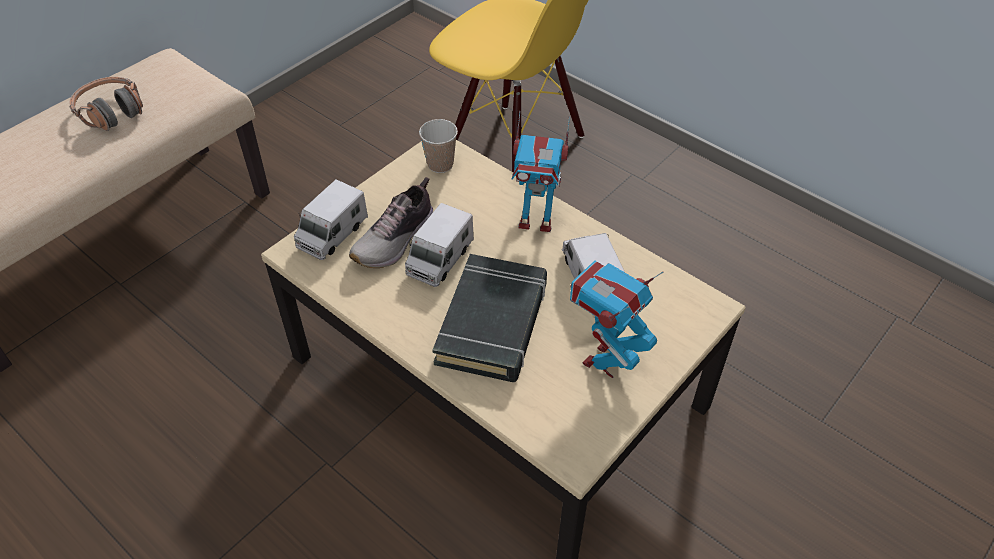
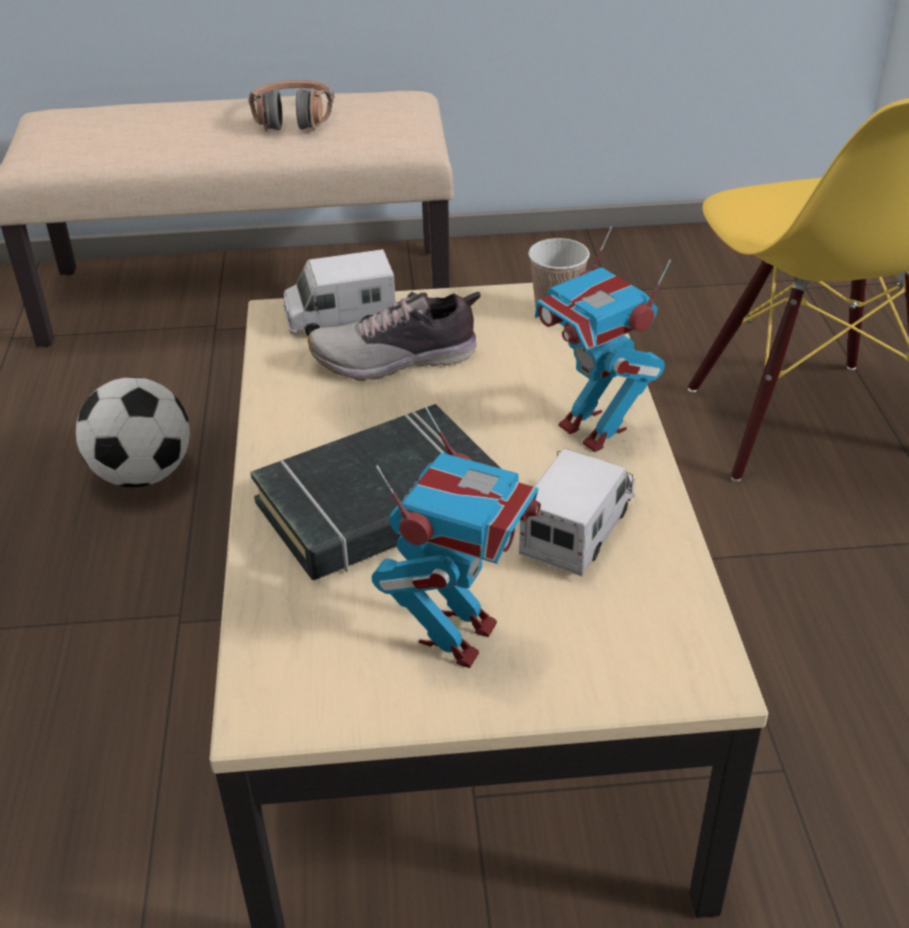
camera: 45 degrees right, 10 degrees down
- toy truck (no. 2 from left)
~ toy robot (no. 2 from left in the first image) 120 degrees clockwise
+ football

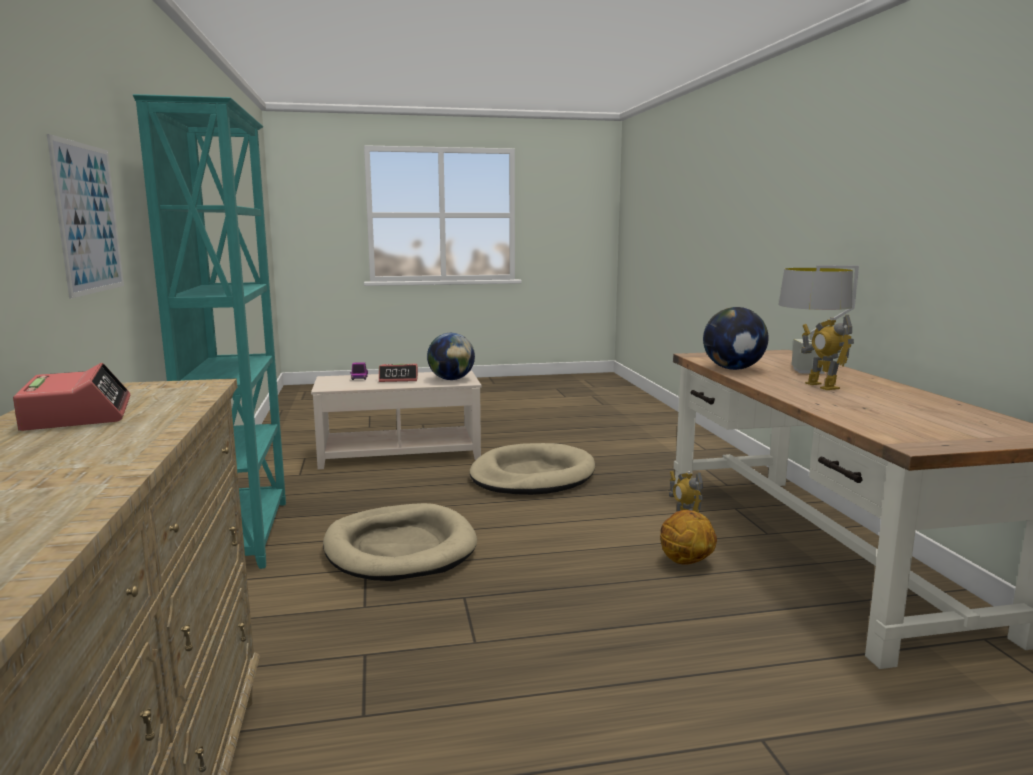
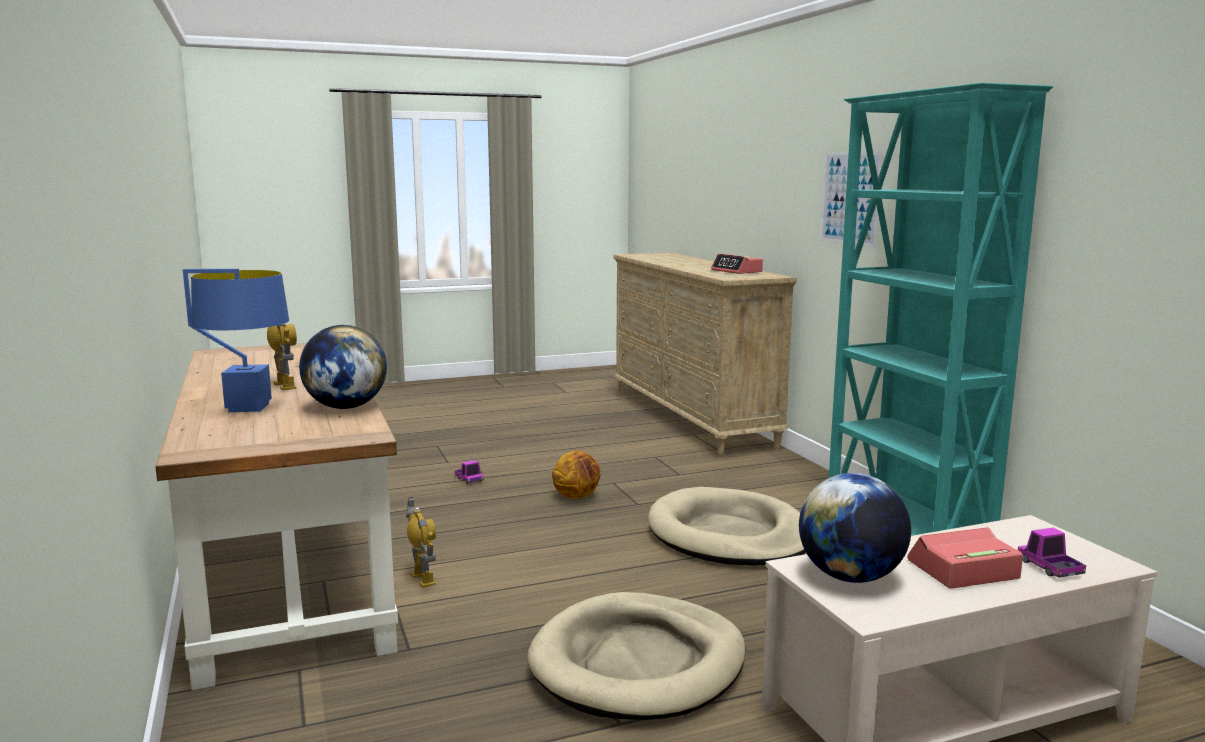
camera: 170 degrees right, 0 degrees up
~ basketball
~ grey table lamp to blue table lamp
+ toy truck (no. 1 from left)

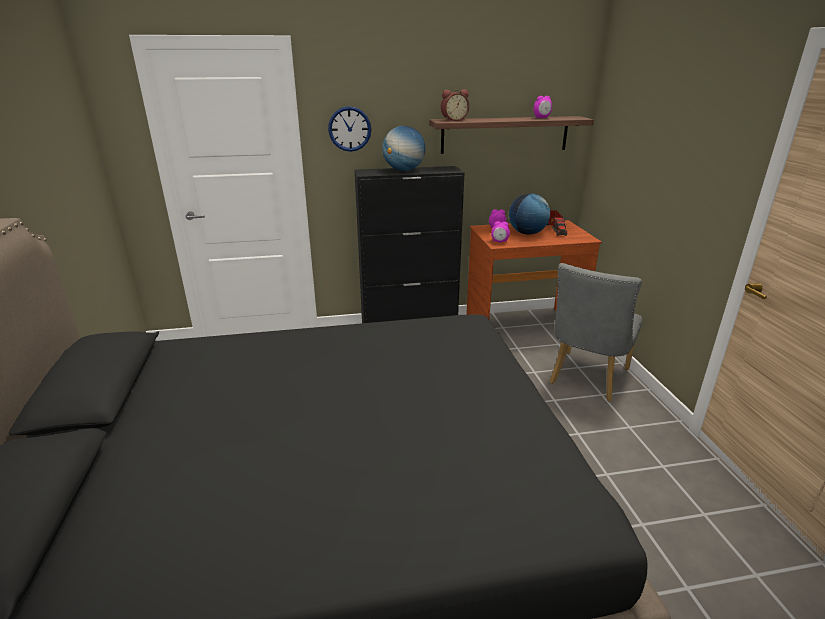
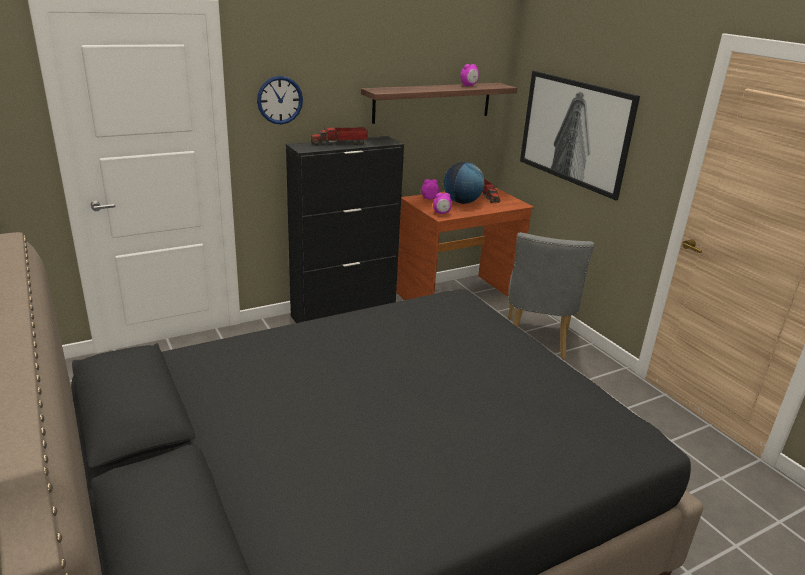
camera: 20 degrees left, 0 degrees up
~ globe (no. 1 from left) to toy truck (no. 1 from left)
- alarm clock (no. 1 from left)
+ picture

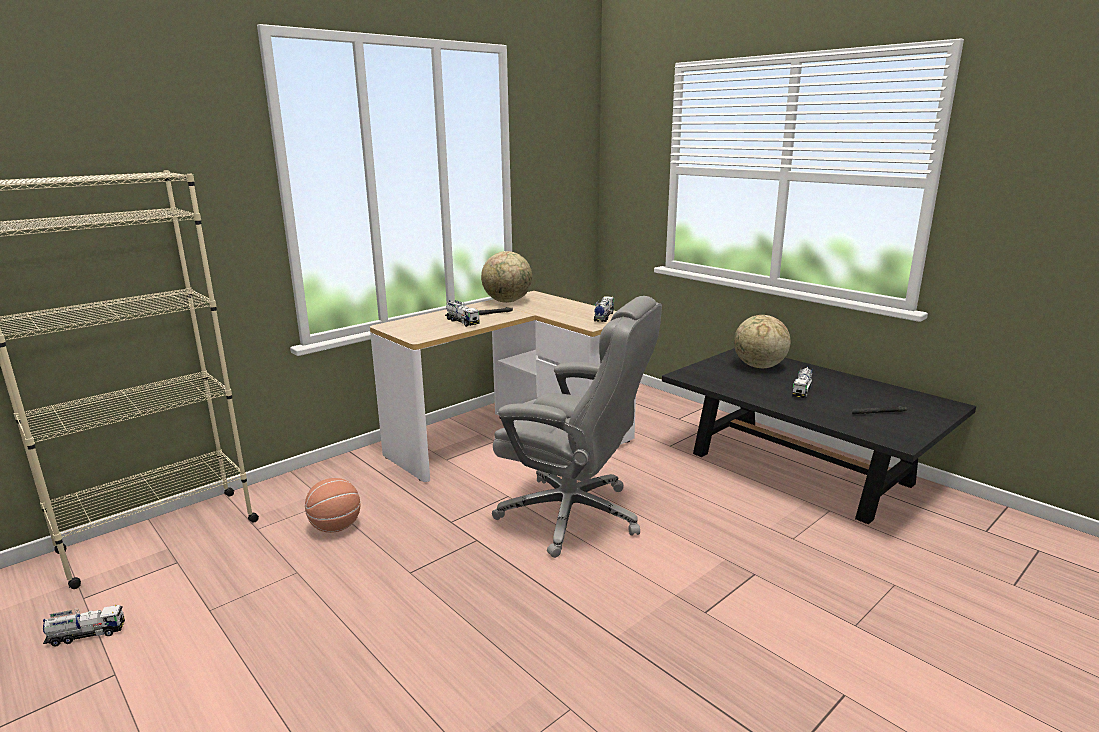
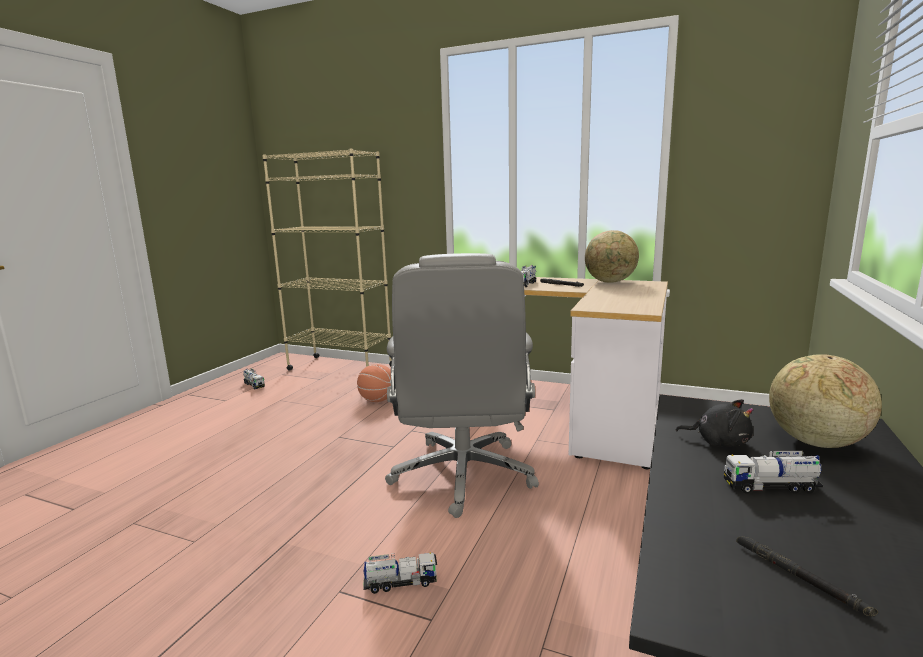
camera: 65 degrees right, 5 degrees down
~ toy truck (no. 3 from left in the first image) to toy truck (no. 2 from left)
+ black plush toy

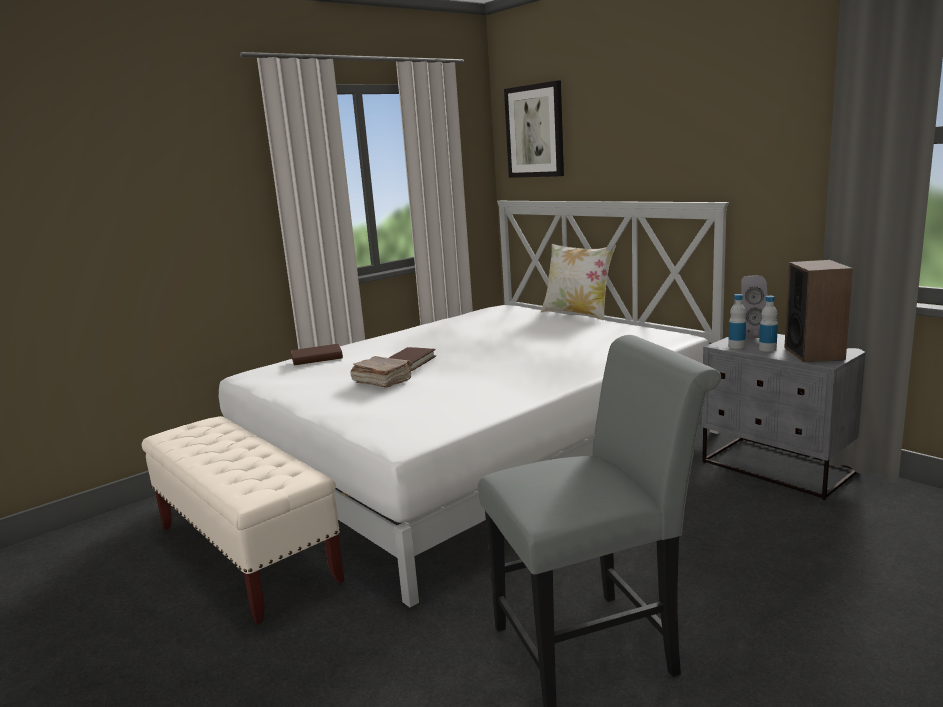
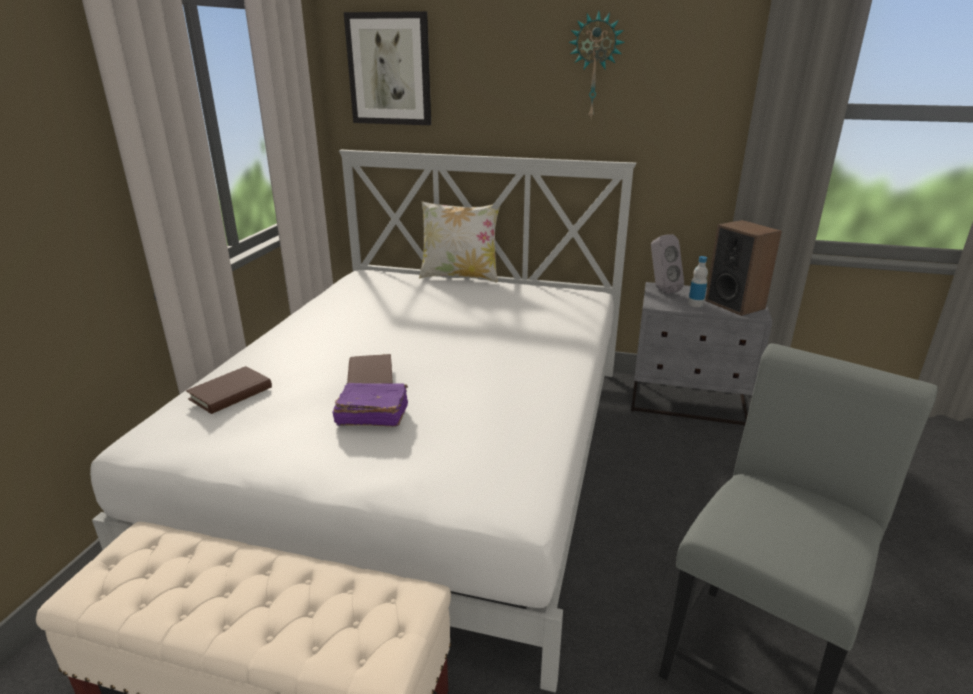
camera: 35 degrees left, 10 degrees up
~ brown book (no. 2 from left) to purple book
- bottle (no. 1 from left)
+ wall clock

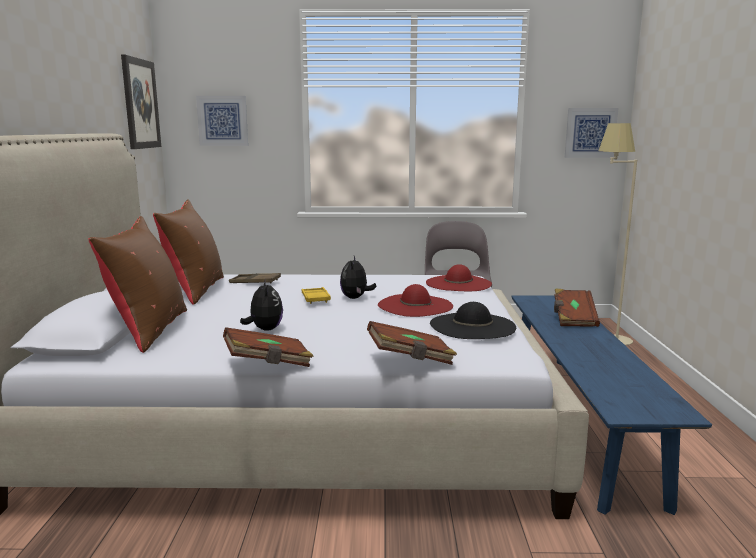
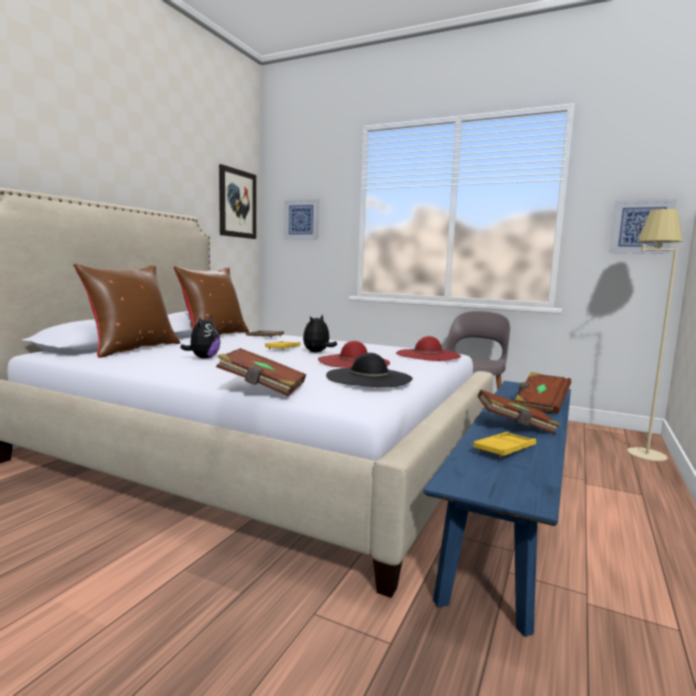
camera: 25 degrees right, 5 degrees down
~ brown book (no. 1 from left in the first image) to brown book (no. 2 from left)
+ yellow tray (no. 2 from left)

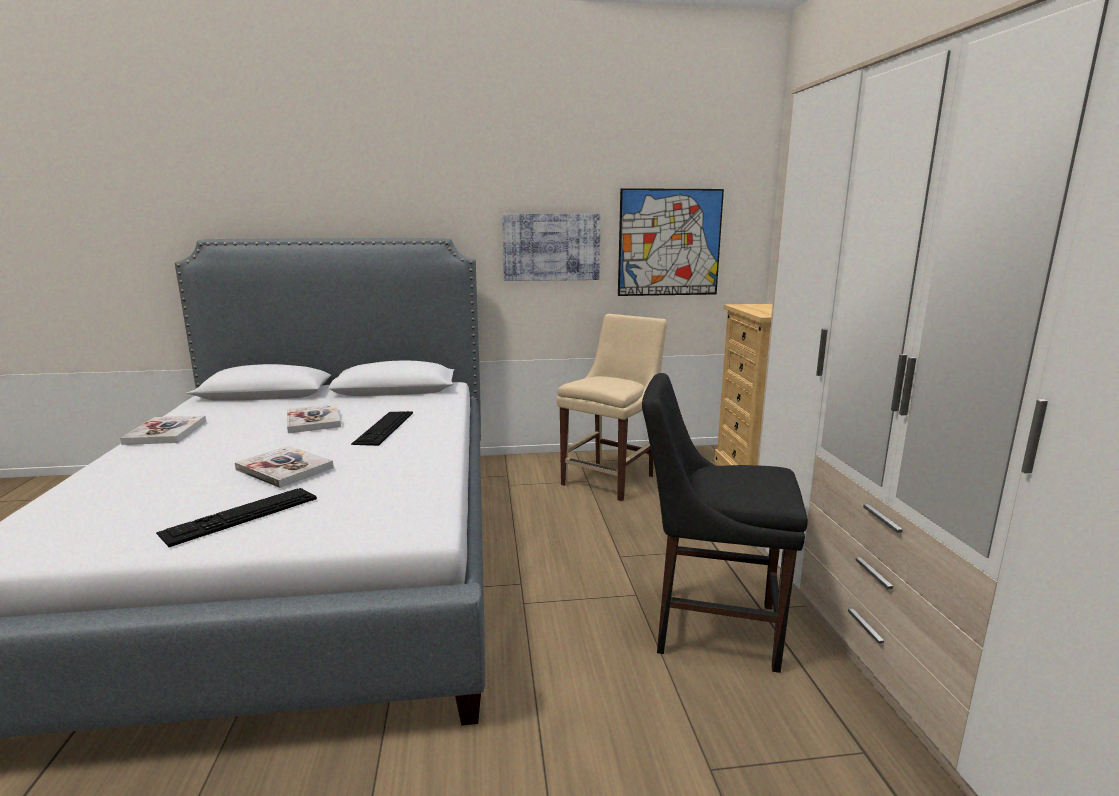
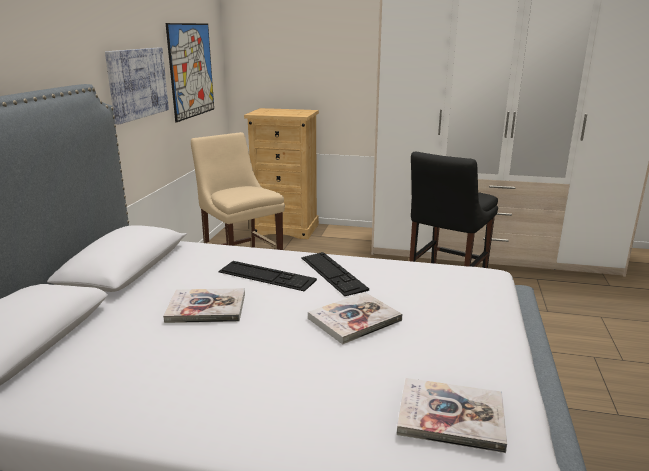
camera: 70 degrees left, 5 degrees up
~ book (no. 1 from left in the first image) to book (no. 3 from left)
~ keyboard (no. 1 from left in the first image) to keyboard (no. 2 from left)

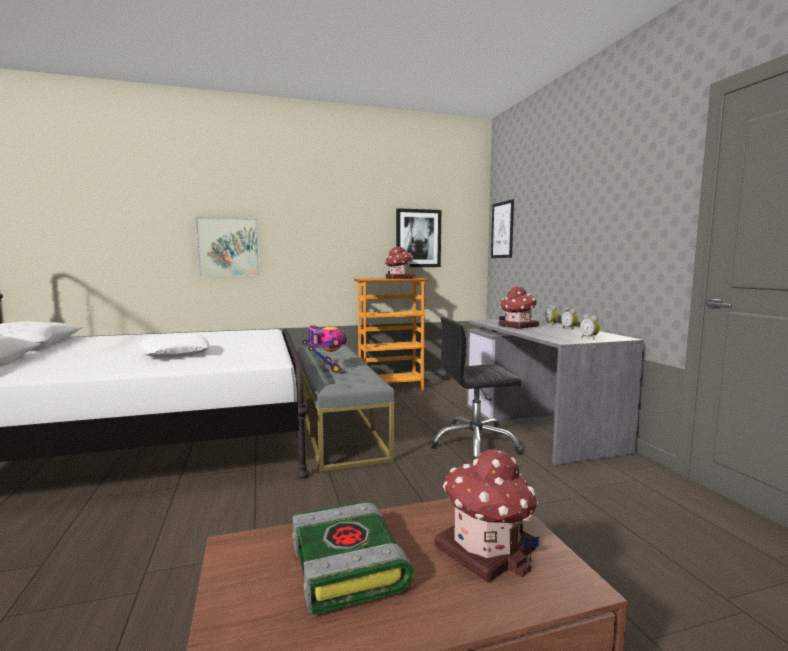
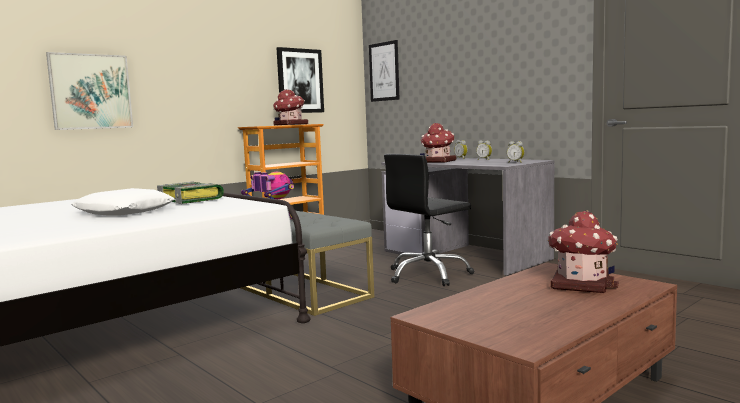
camera: 25 degrees left, 0 degrees up
~ book

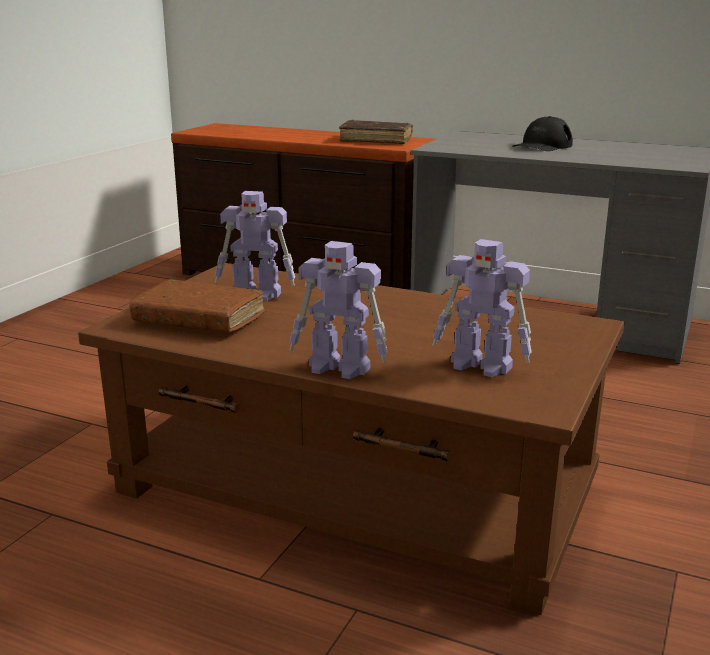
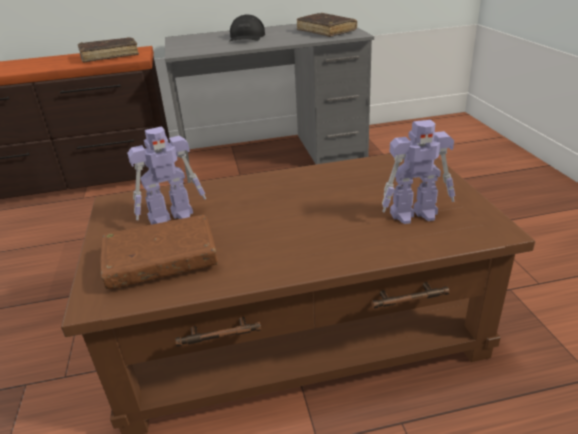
camera: 35 degrees left, 10 degrees up
- toy robot (no. 2 from left)
+ brown book (no. 3 from left)

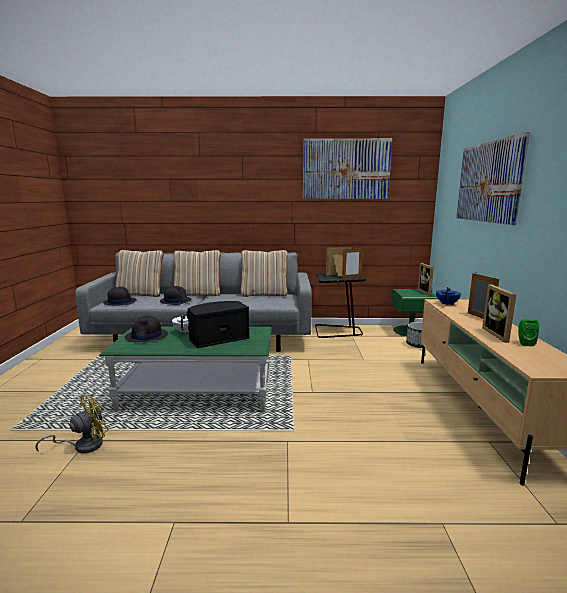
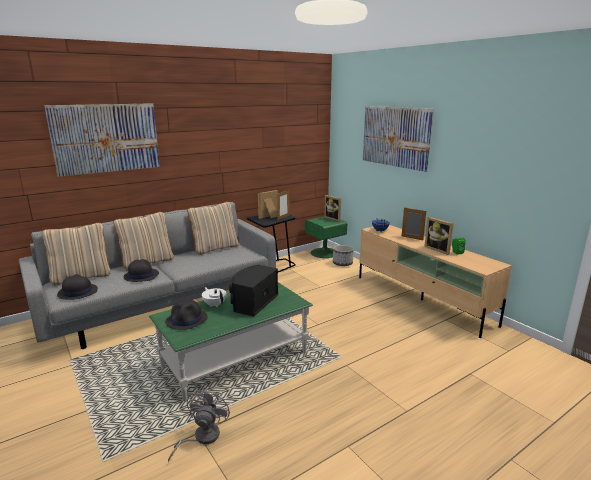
camera: 35 degrees left, 5 degrees up
~ yellow fan to grey fan
~ picture (no. 1 from left)

